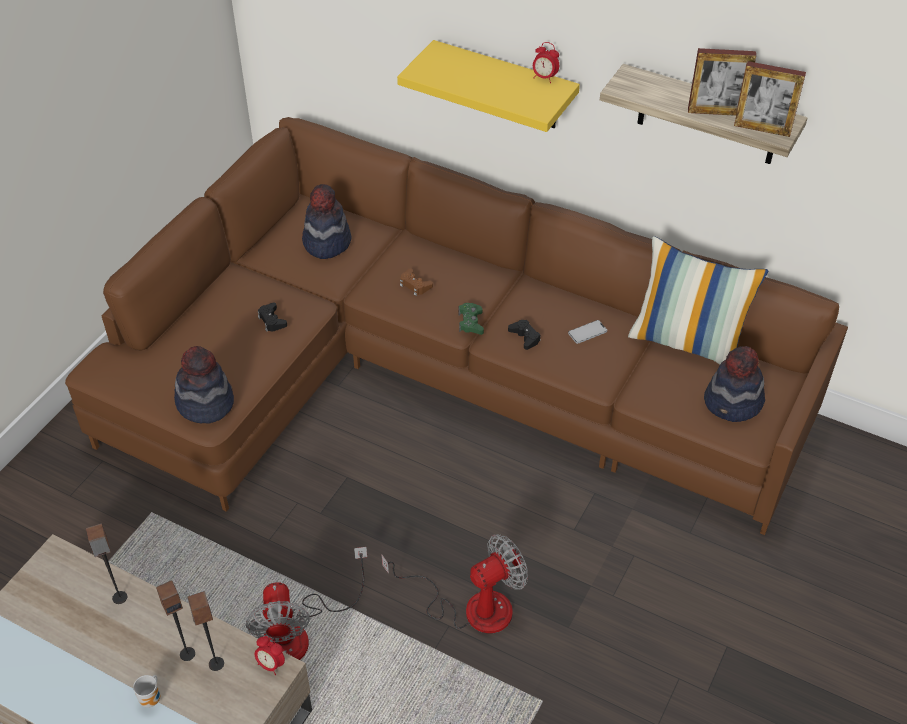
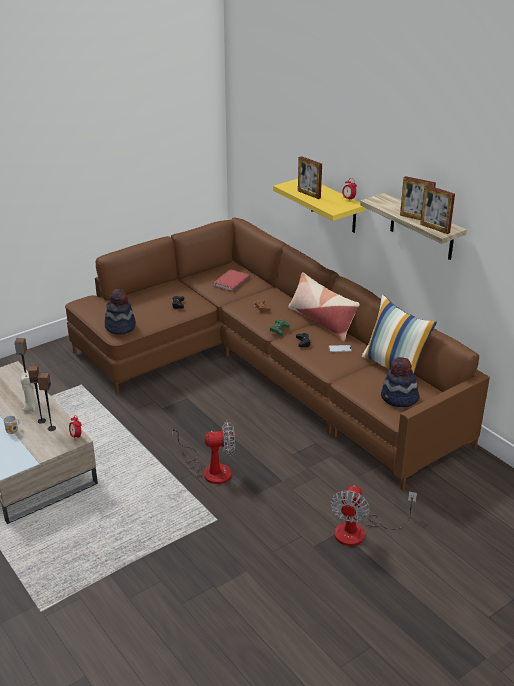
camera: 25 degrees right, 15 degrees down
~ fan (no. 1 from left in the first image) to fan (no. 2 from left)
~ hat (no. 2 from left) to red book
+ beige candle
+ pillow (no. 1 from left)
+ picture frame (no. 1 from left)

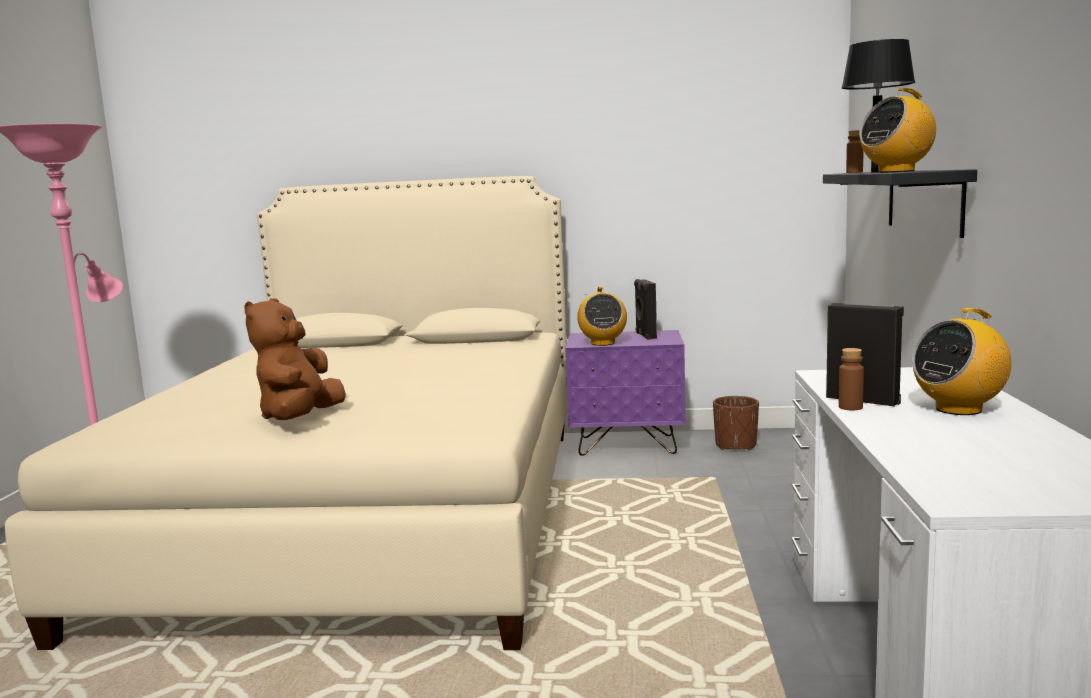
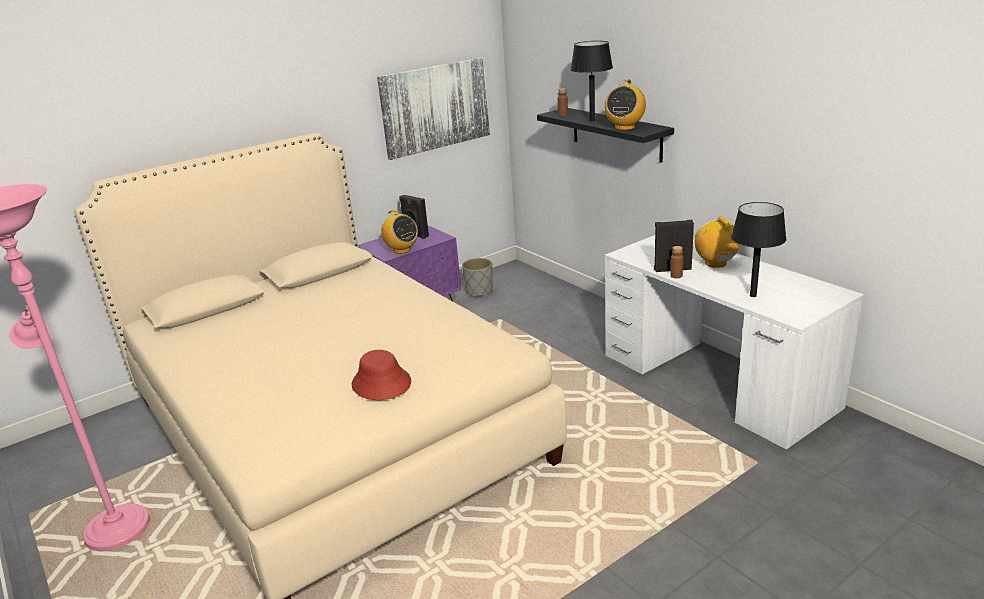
camera: 40 degrees left, 15 degrees up
~ brown plush toy to red hat
~ brown planter to grey planter
~ radio (no. 3 from left) 135 degrees clockwise
+ picture
+ black table lamp (no. 2 from left)

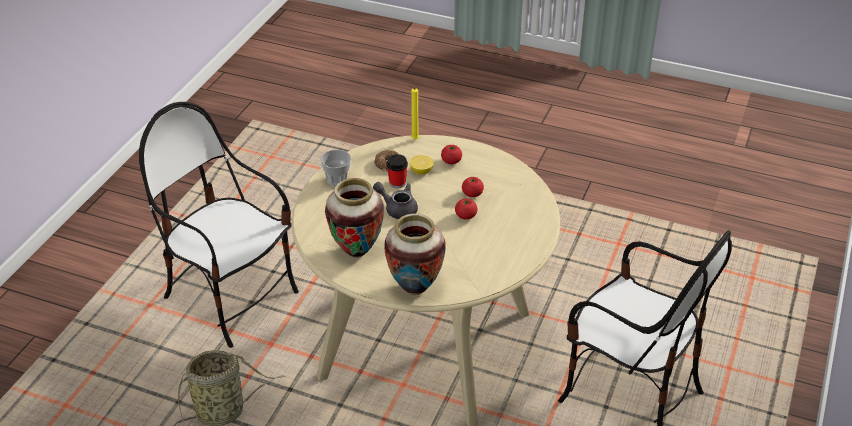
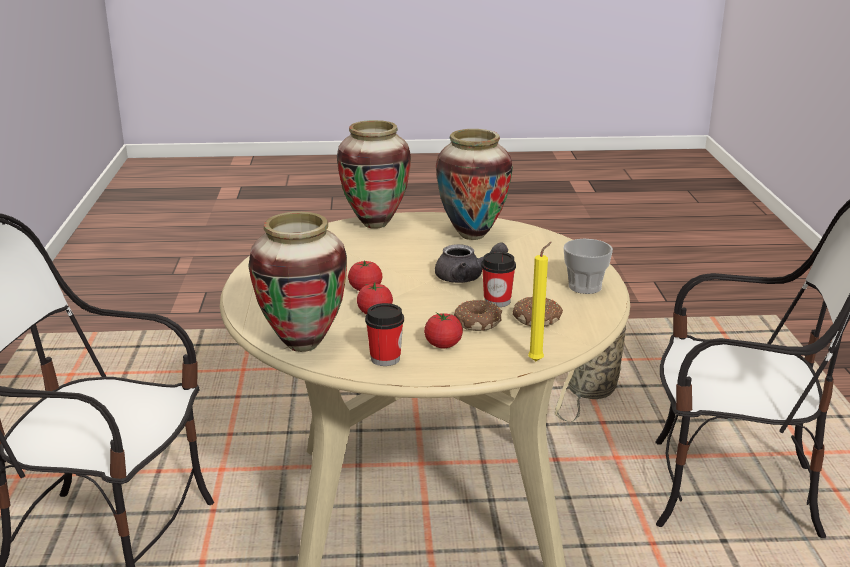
camera: 155 degrees right, 15 degrees down
~ lemon to donut (no. 1 from left)
+ vase (no. 1 from left)
+ cup (no. 1 from left)

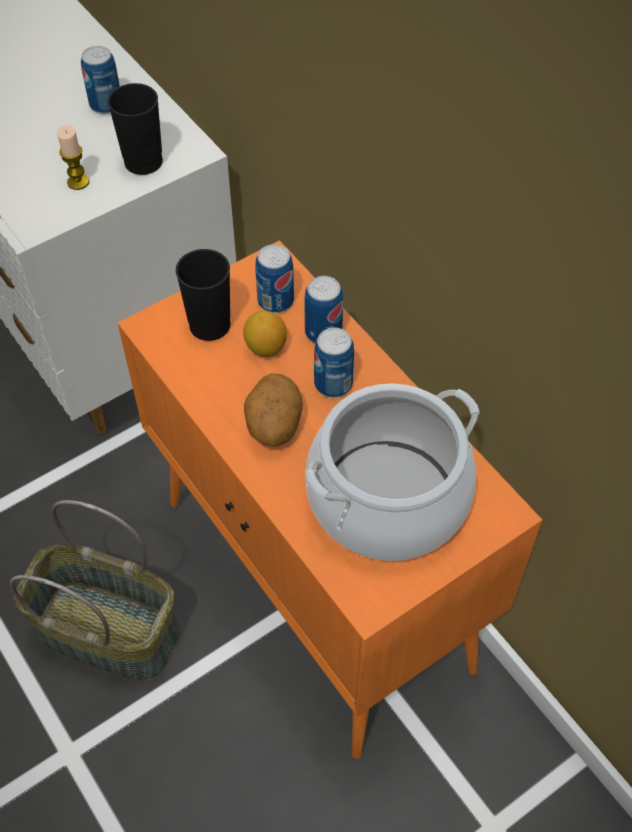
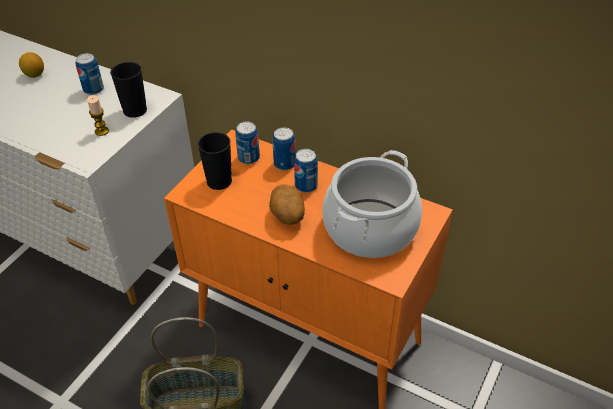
camera: 25 degrees left, 10 degrees down
~ lemon

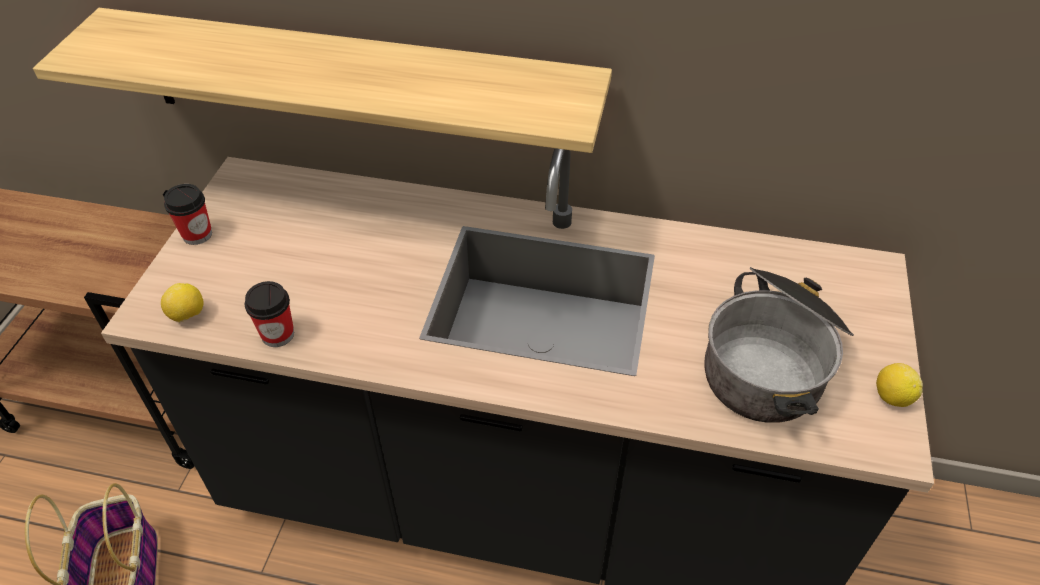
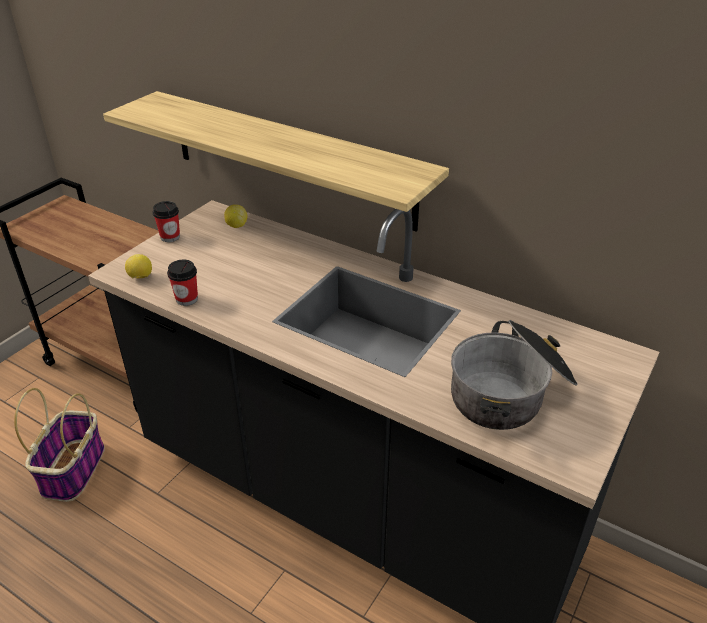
camera: 20 degrees right, 10 degrees down
~ lemon (no. 2 from left)

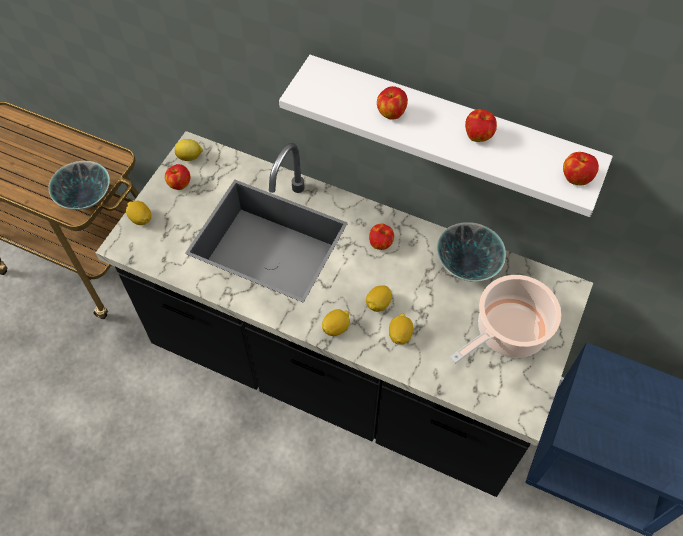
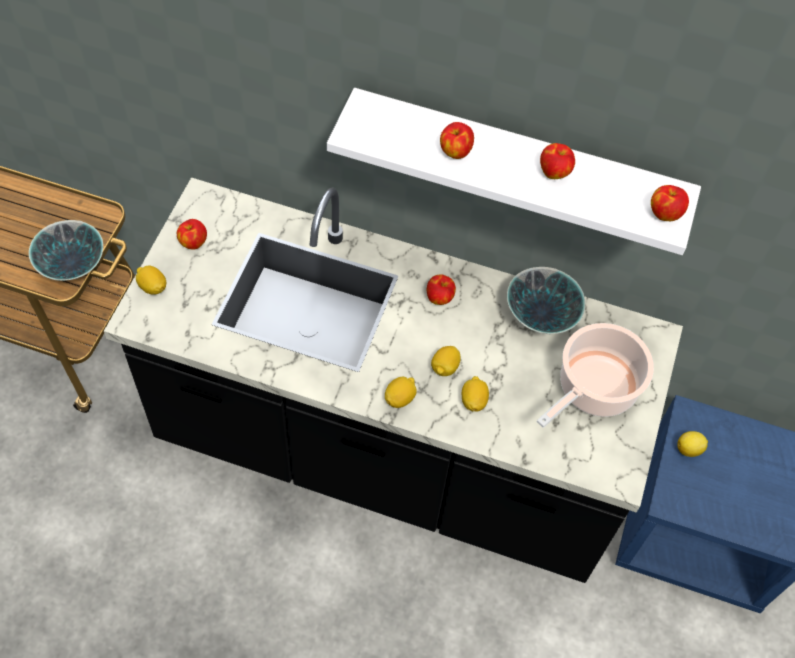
camera: 10 degrees left, 0 degrees up
~ lemon (no. 2 from left in the first image) to lemon (no. 5 from left)

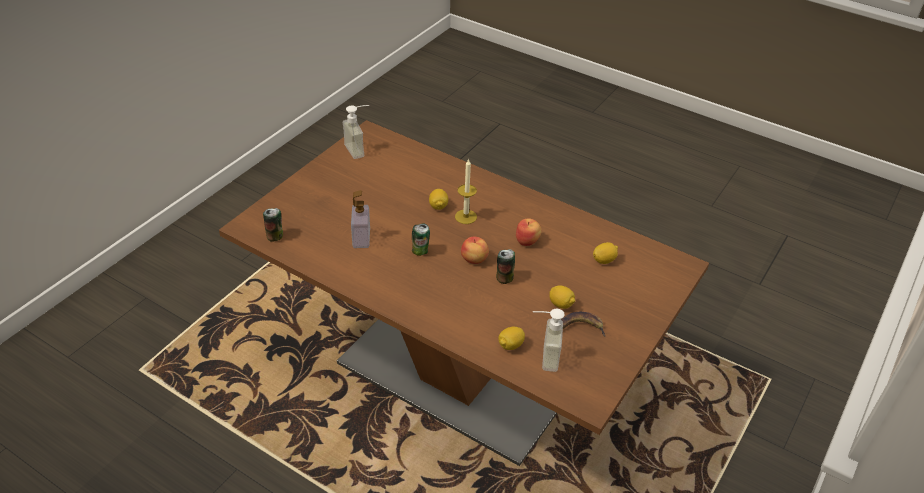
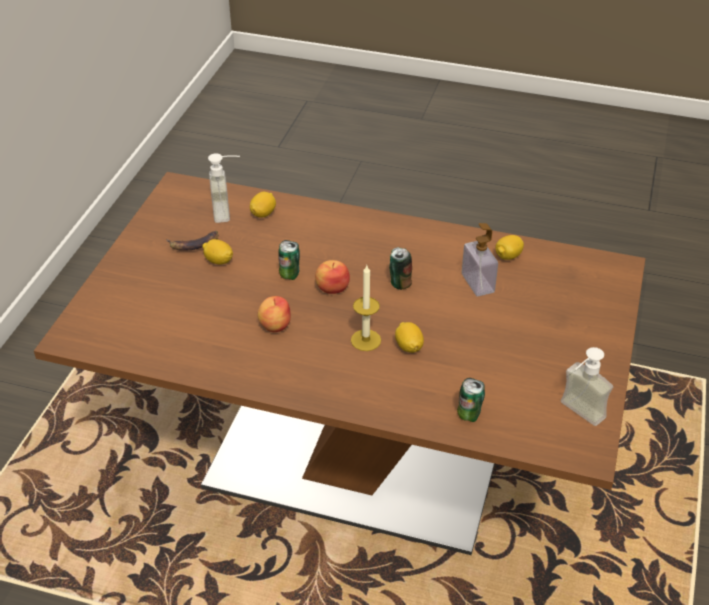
camera: 165 degrees right, 0 degrees up
~ can (no. 1 from left in the first image) to can (no. 3 from left)
~ lemon (no. 4 from left)

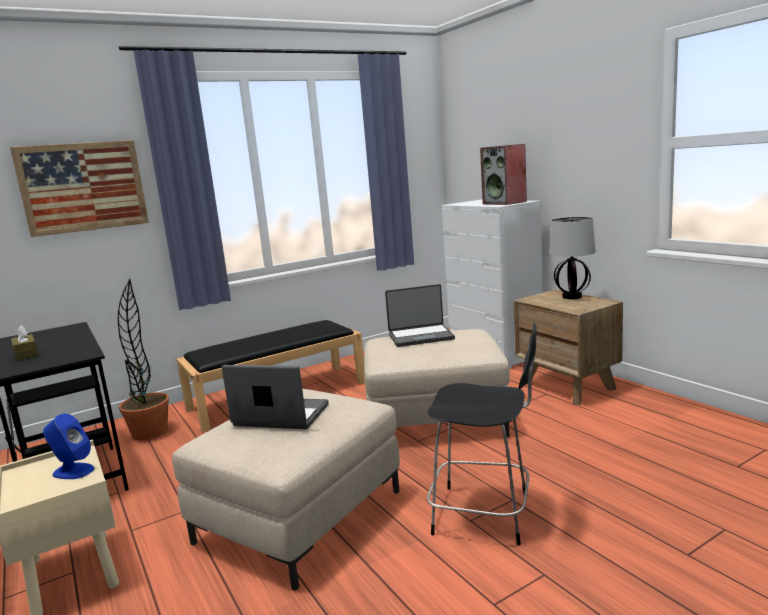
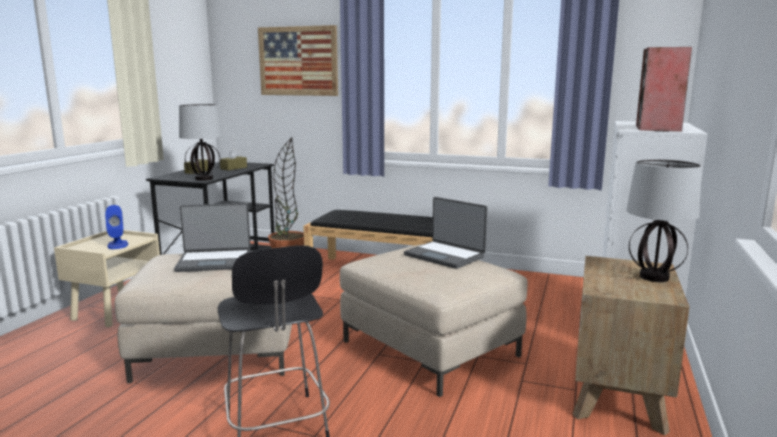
camera: 50 degrees right, 0 degrees up
~ laptop (no. 1 from left) 105 degrees clockwise
+ table lamp (no. 1 from left)
+ brown tissue box (no. 2 from left)

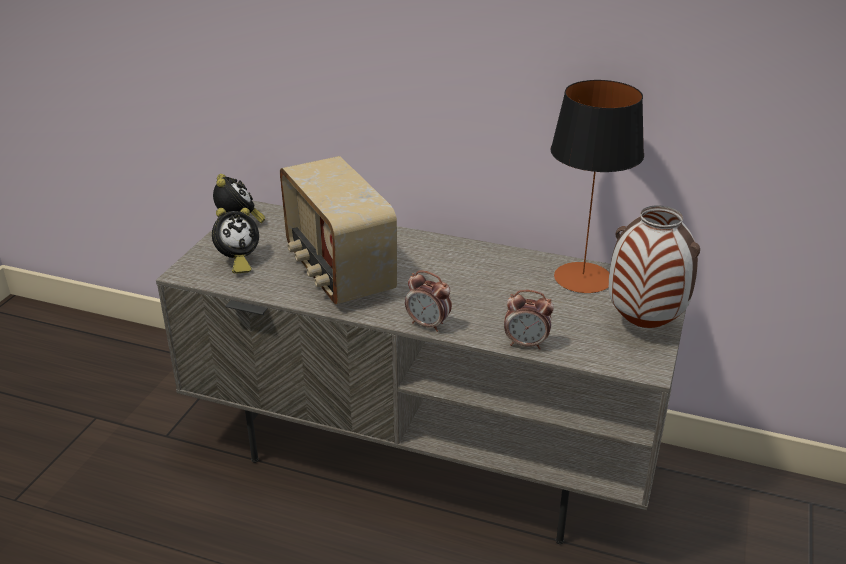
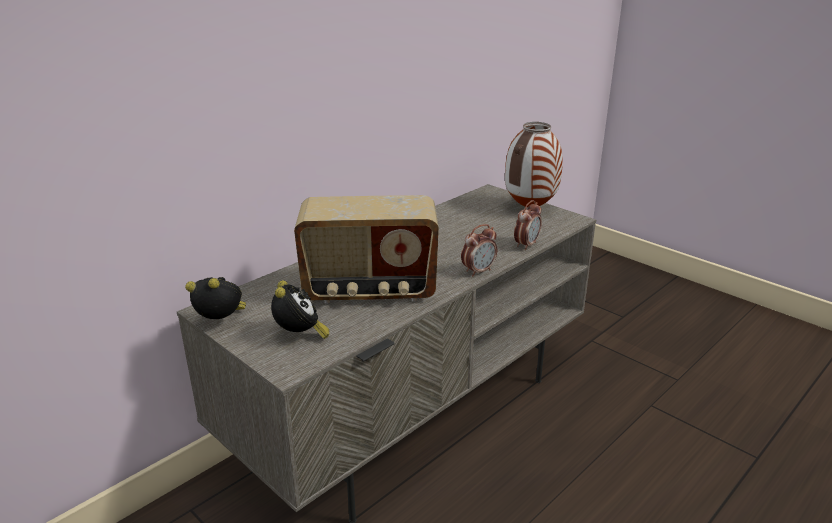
camera: 65 degrees left, 5 degrees down
- table lamp

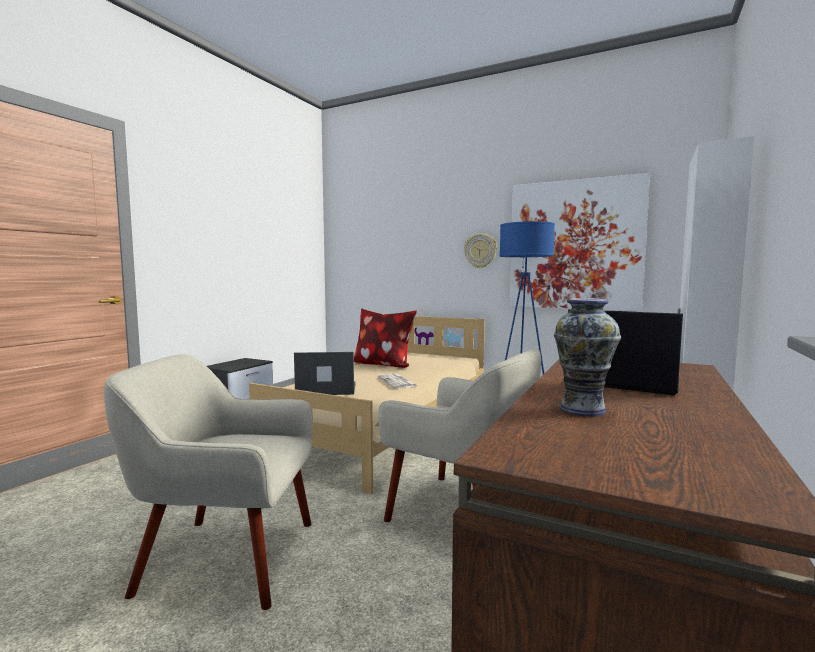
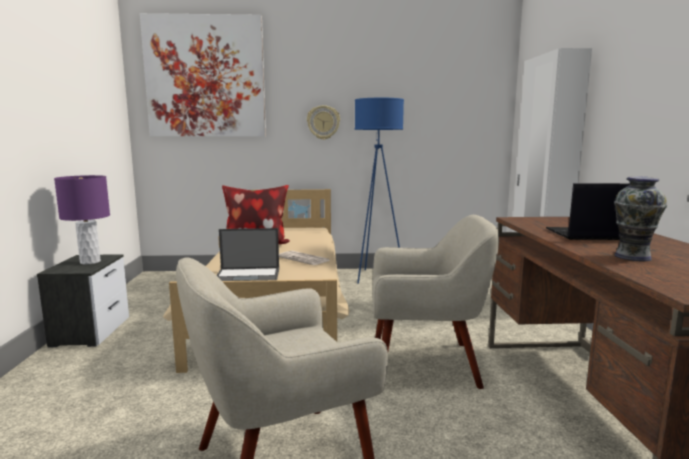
camera: 30 degrees left, 5 degrees up
~ laptop (no. 1 from left) 150 degrees counterclockwise
~ picture
+ purple table lamp

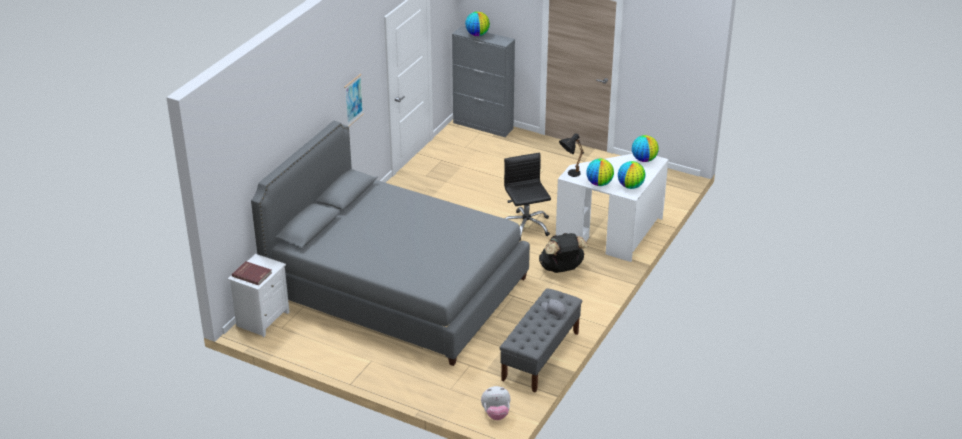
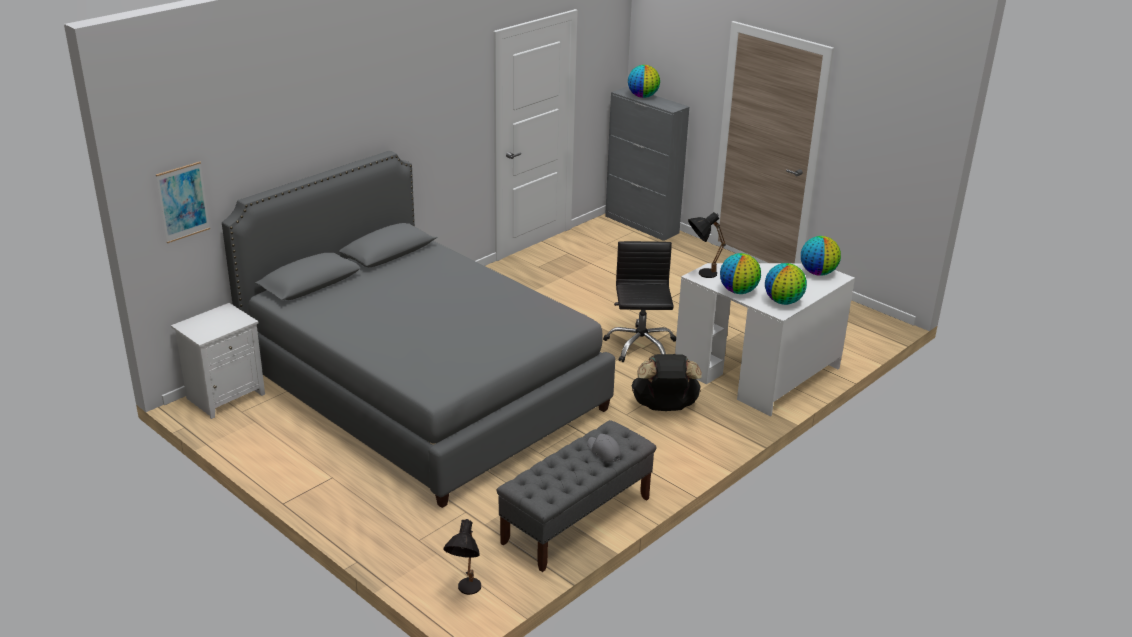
camera: 15 degrees right, 5 degrees down
- red book
~ picture
~ plush toy to black table lamp (no. 1 from left)

